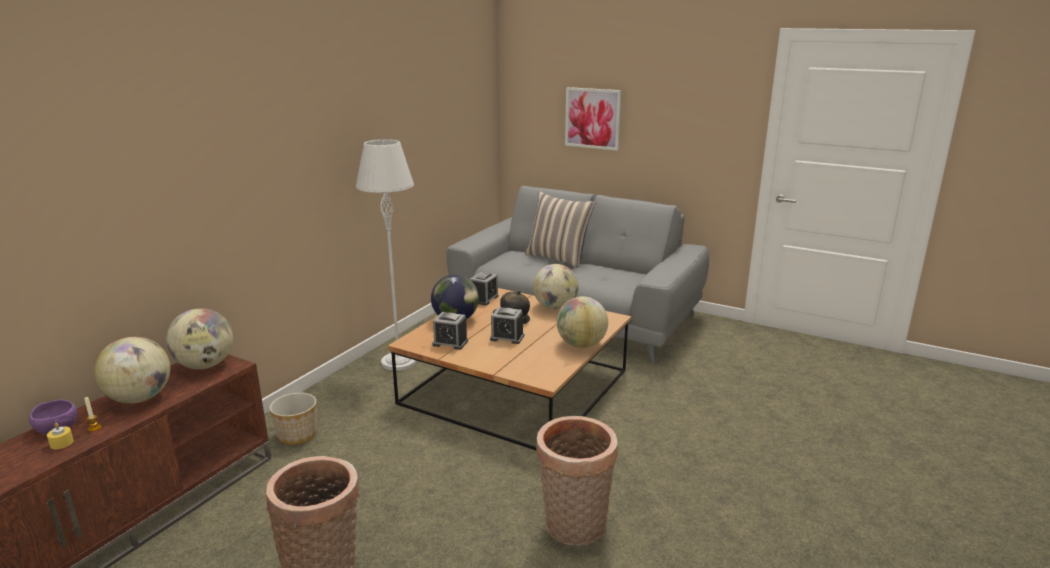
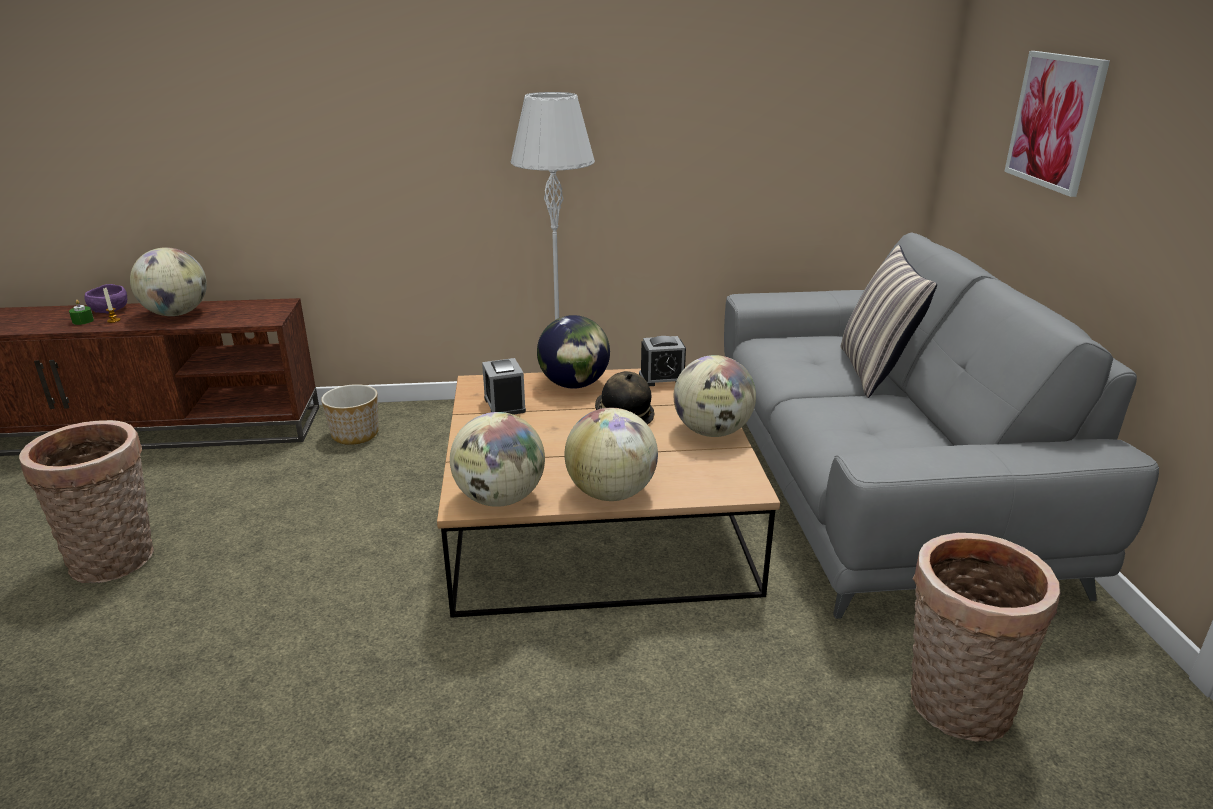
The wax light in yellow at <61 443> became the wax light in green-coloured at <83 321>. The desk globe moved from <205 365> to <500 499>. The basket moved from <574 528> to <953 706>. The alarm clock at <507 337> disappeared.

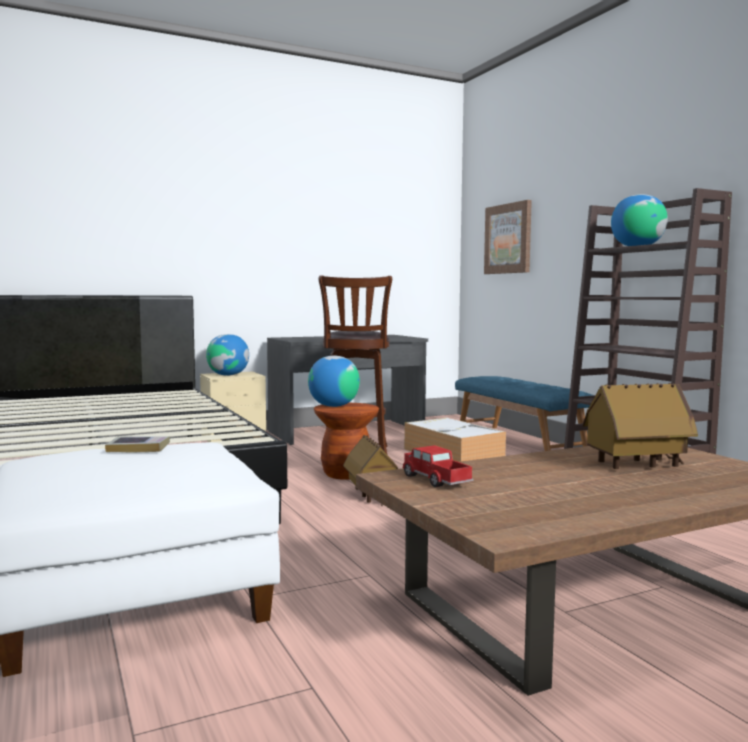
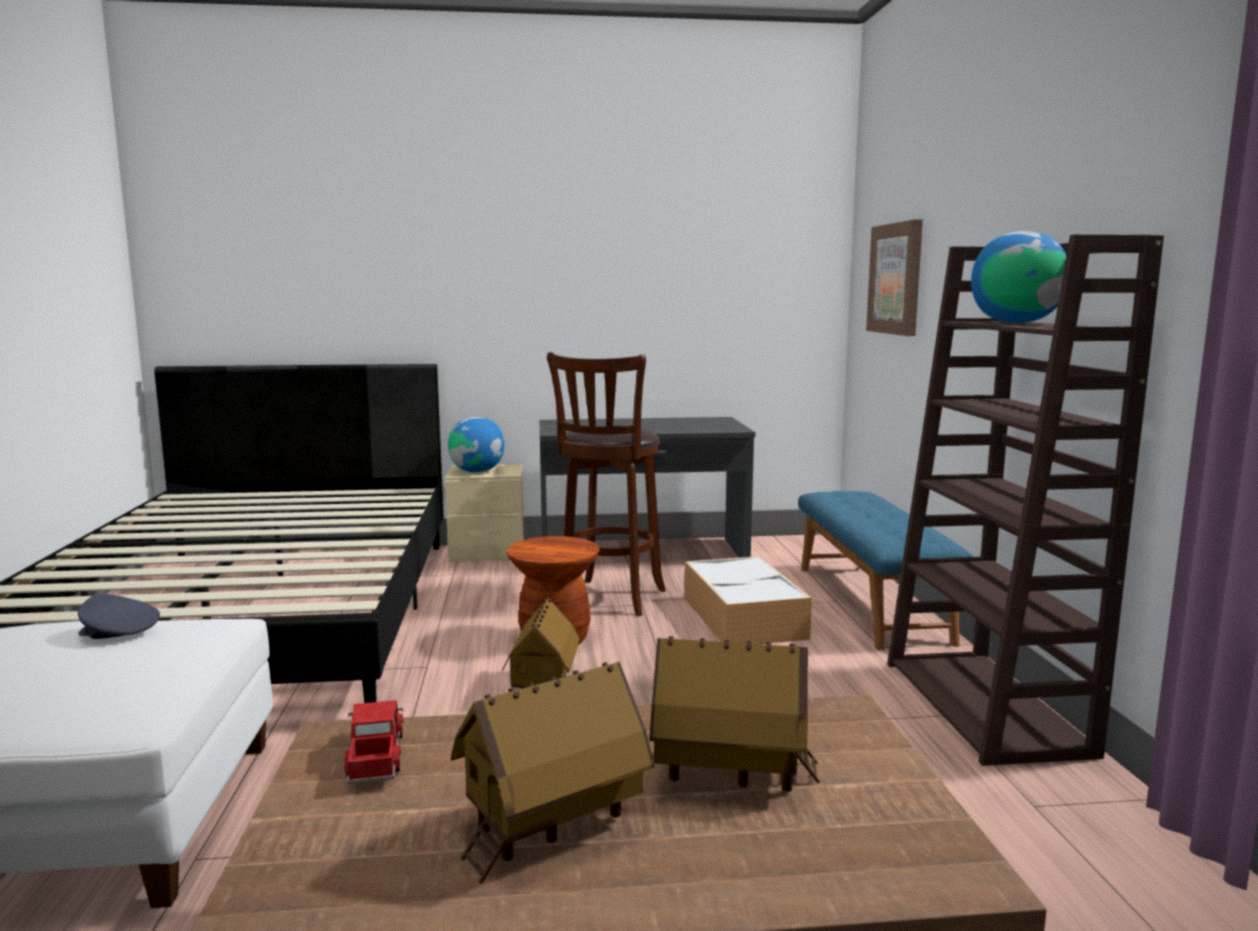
The book at <138 448> was replaced by the cap in greyish at <118 632>. The miniature house at <551 826> appeared. The desk globe at <334 406> disappeared.

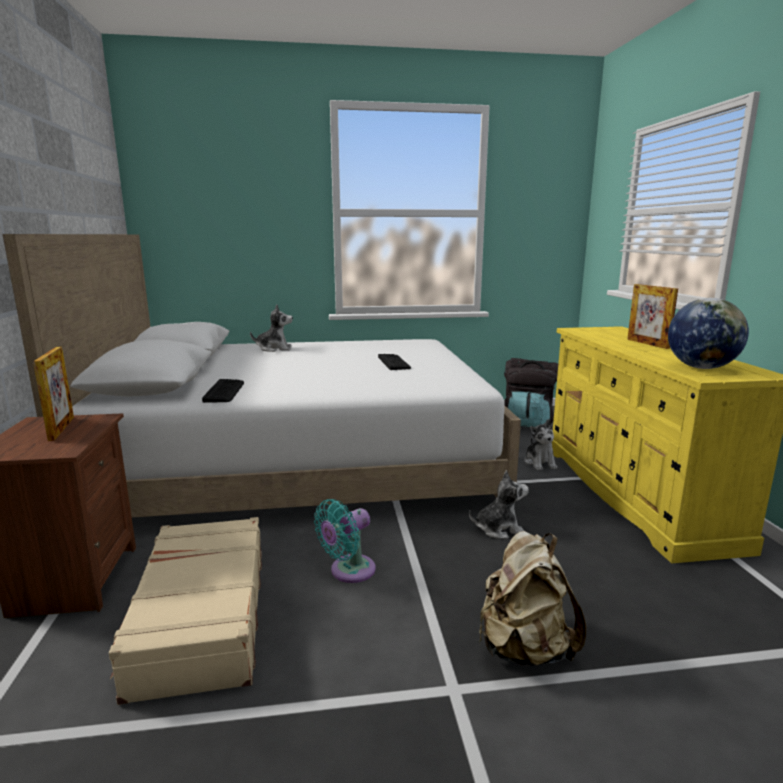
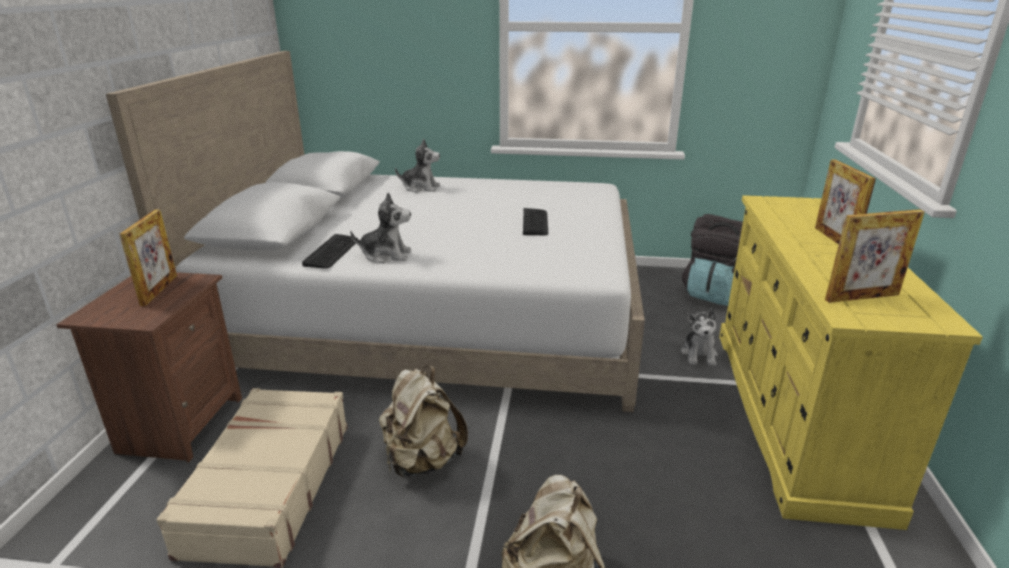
The plush toy moved from <498 529> to <386 255>. The electric fan in turquoise at <348 571> was replaced by the rucksack in beige at <422 461>. The desk globe at <701 367> was replaced by the standing frame at <862 297>.

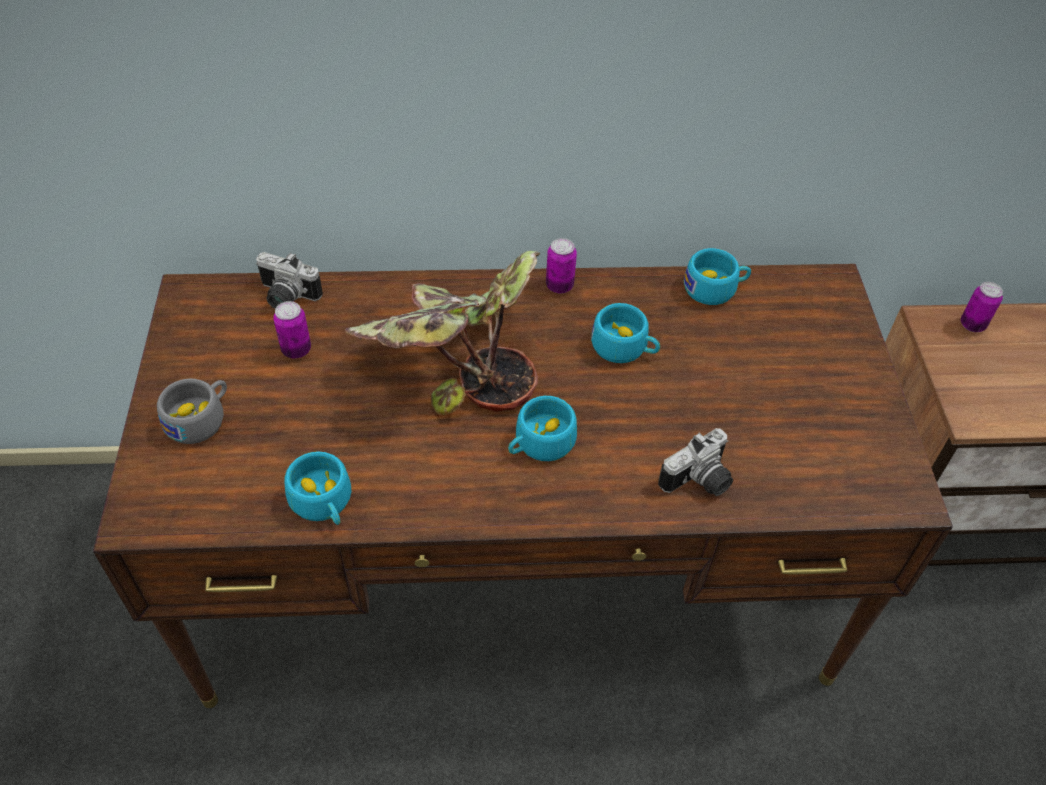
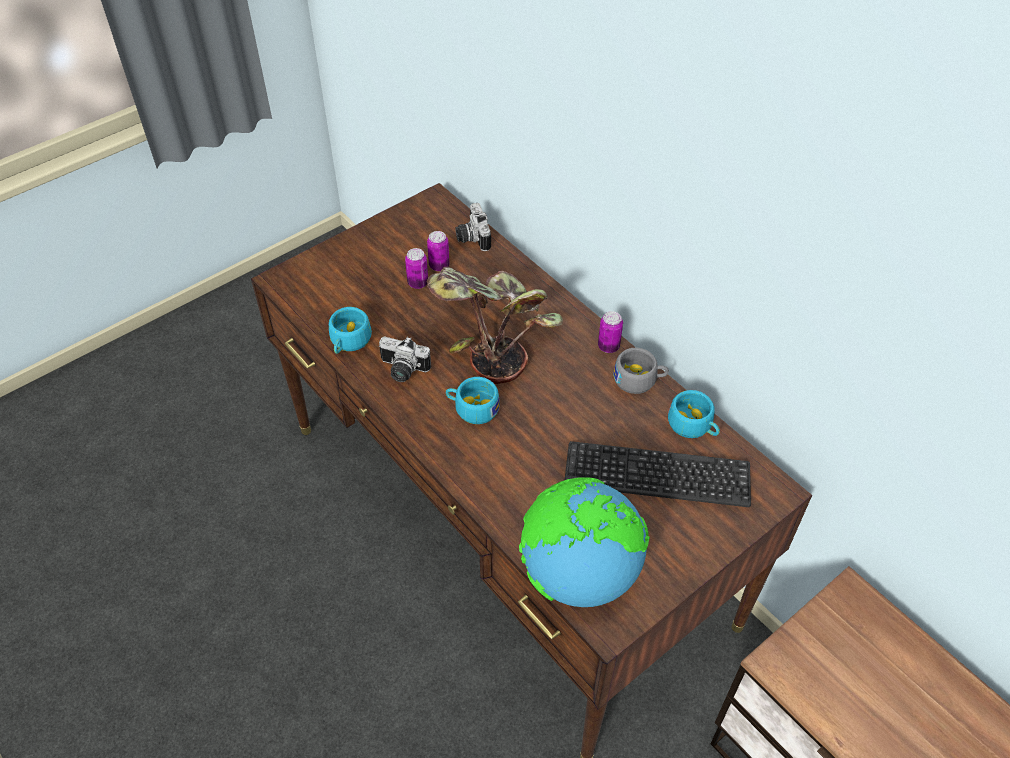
The photo camera moved from <700 482> to <402 370>. The sealed can moved from <972 325> to <418 283>. The desk globe at <578 574> appeared. The PC keyboard at <657 475> appeared. The small cup in greyish moved from <200 418> to <639 379>. The small cup in turquoise at <624 348> disappeared.

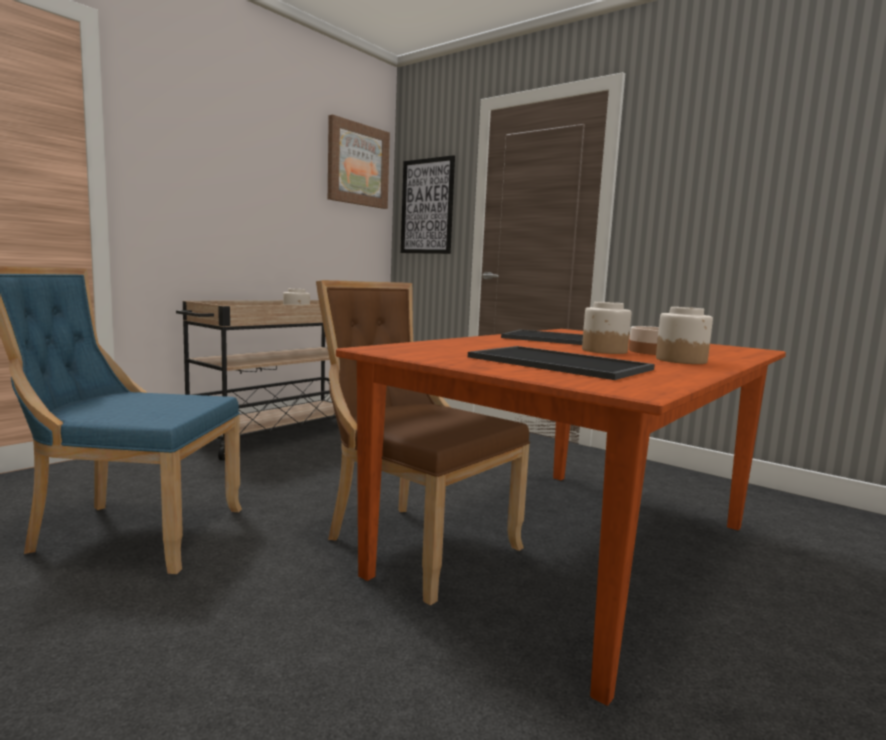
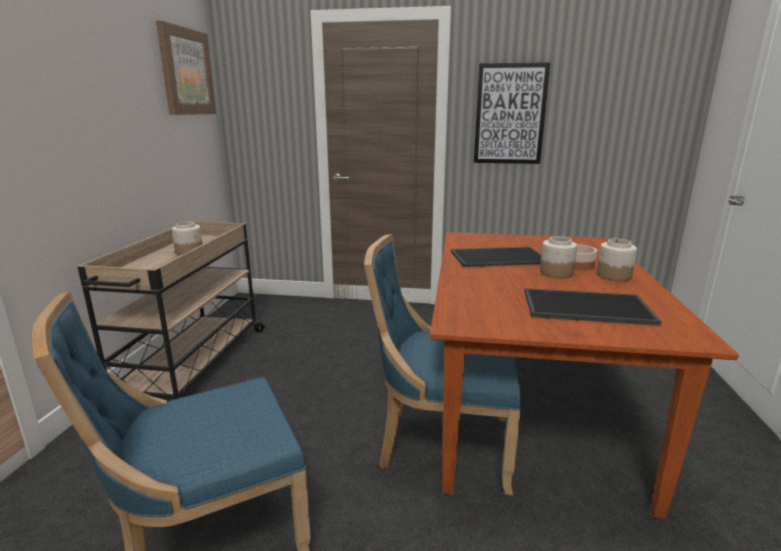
The chair in brownish at <414 544> became the chair in blue at <440 445>. The picture moved from <427 206> to <510 114>.

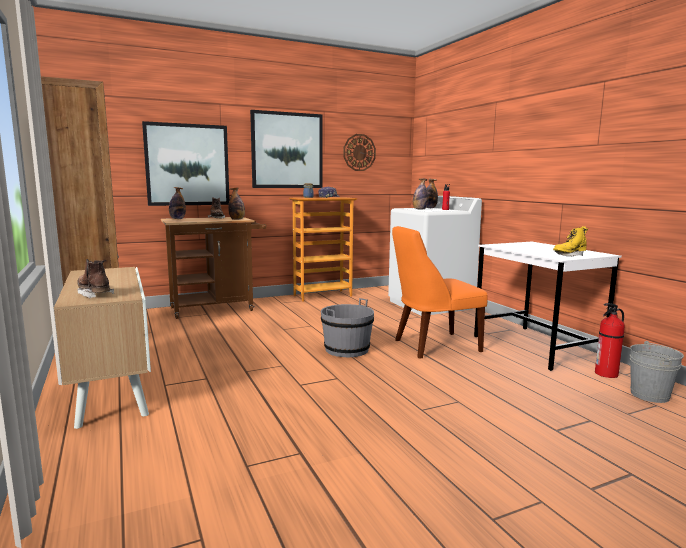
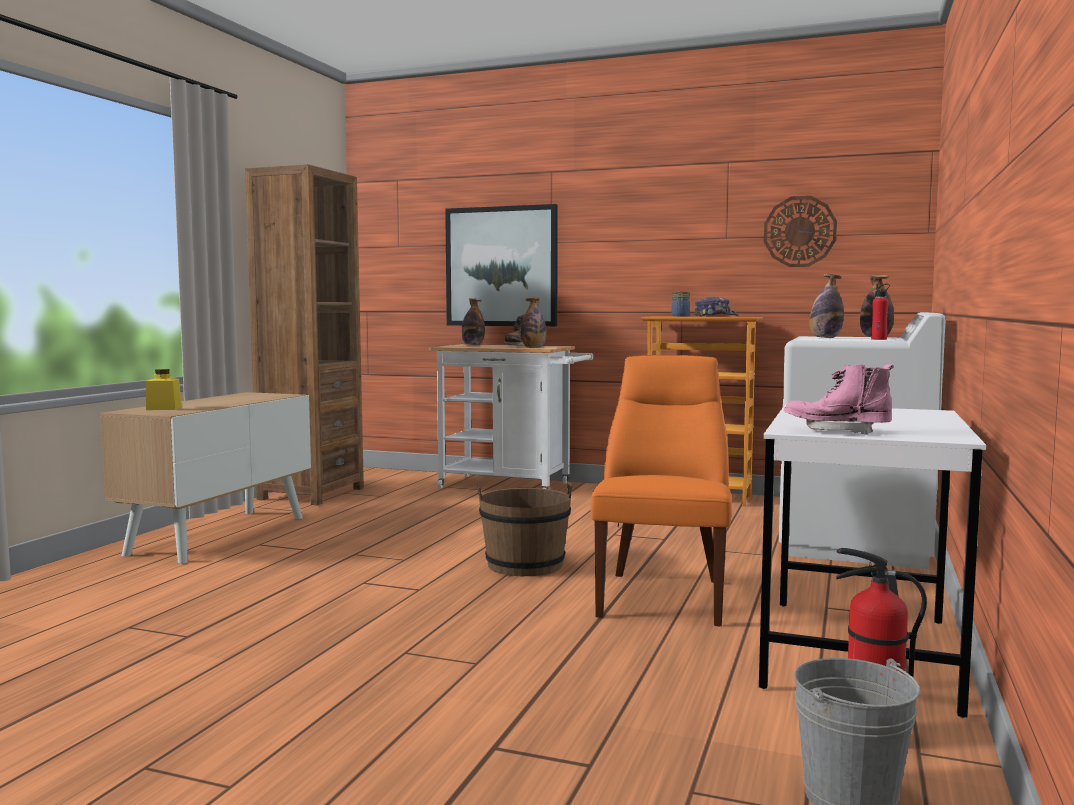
The high-top boot in brownish at <94 294> was replaced by the storage jar in yellow at <164 408>. The cart in brownish at <217 308> became the cart in white at <512 486>. The bucket in greyish at <347 350> became the bucket in brownish at <525 565>. The chair in orangey at <433 346> turned 75 degrees clockwise. The high-top boot in yellow at <569 256> became the high-top boot in pink-coloured at <837 431>. The picture at <287 150> disappeared.

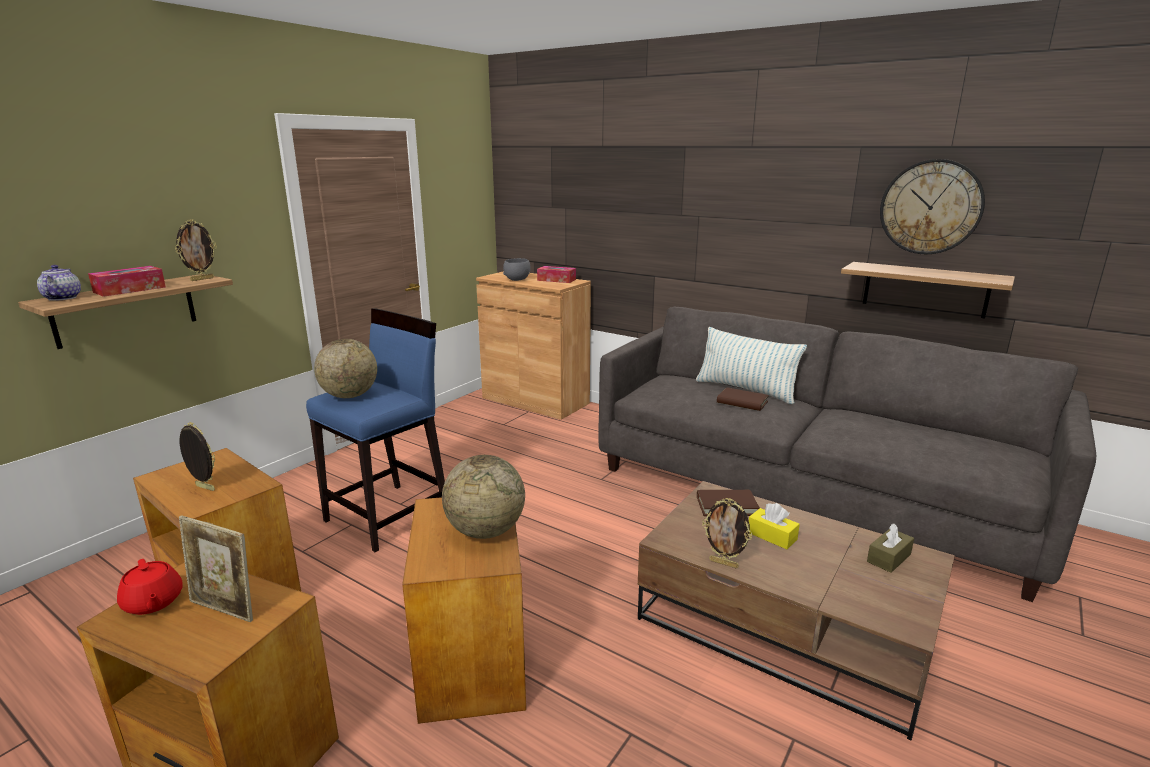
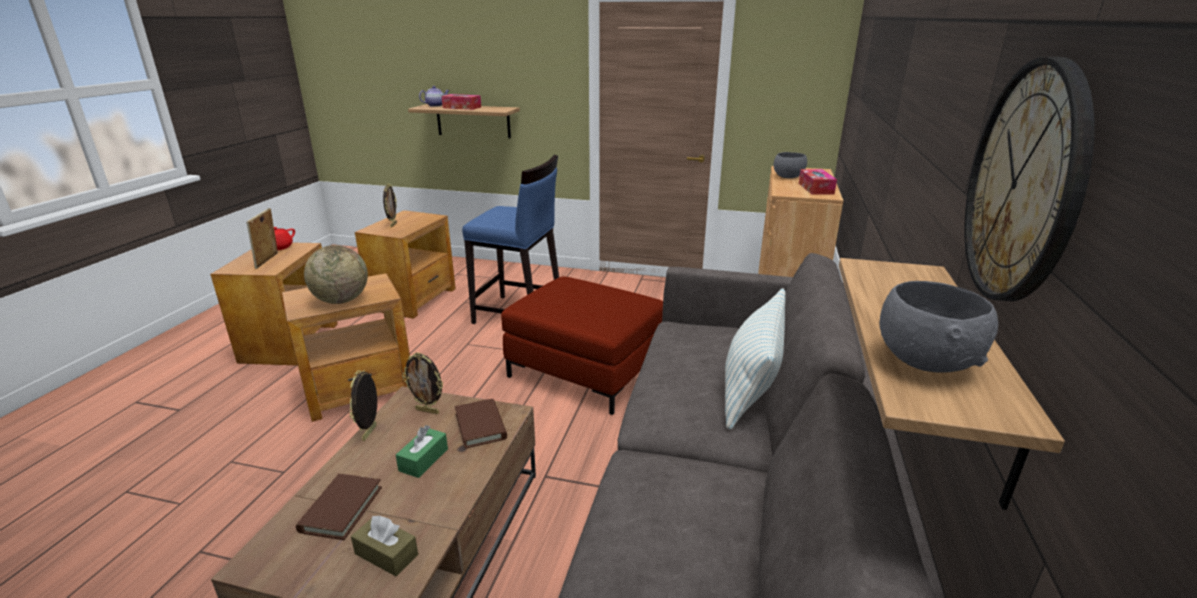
The book in brownish moved from <742 402> to <341 509>. The tissue holder in yellow at <772 536> became the tissue holder in green-coloured at <423 460>. The standing frame moved from <202 279> to <428 411>. The footrest in reddish at <584 370> appeared. The bowl in greyish at <925 361> appeared. The desk globe at <349 396> disappeared.

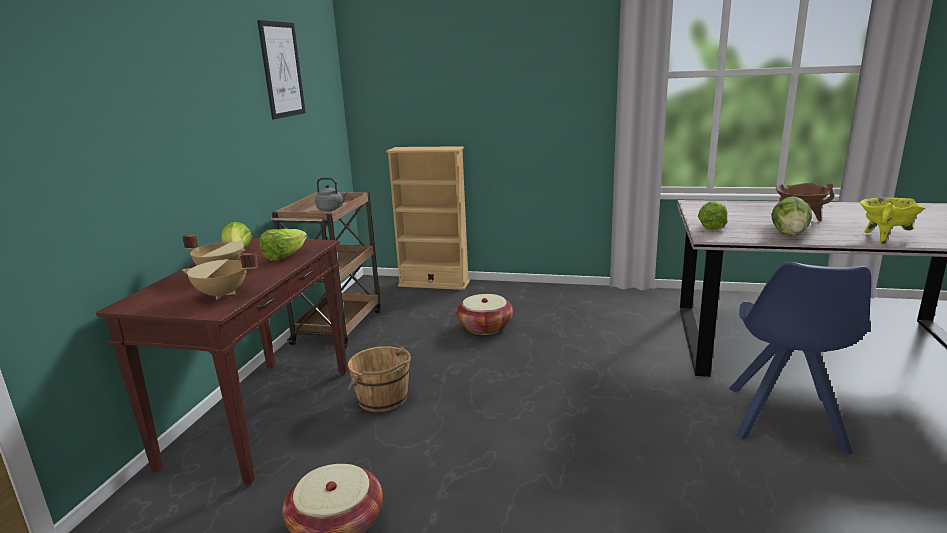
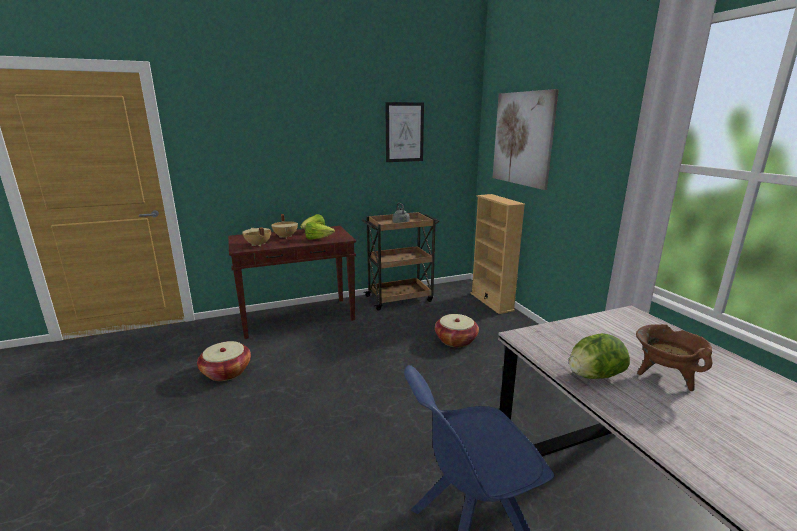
The picture at <522 139> appeared. The bucket in brownish at <383 399> disappeared. The head of lettuce at <712 226> disappeared. The cooking pot in yellow at <884 238> disappeared.

